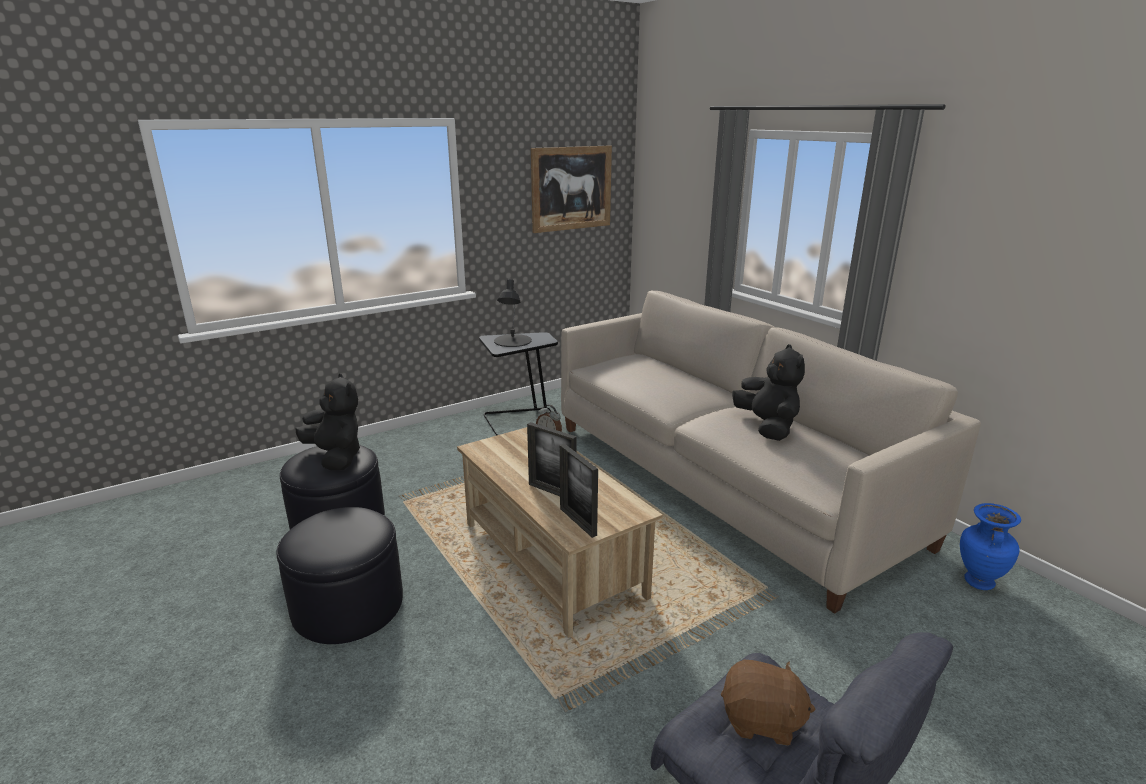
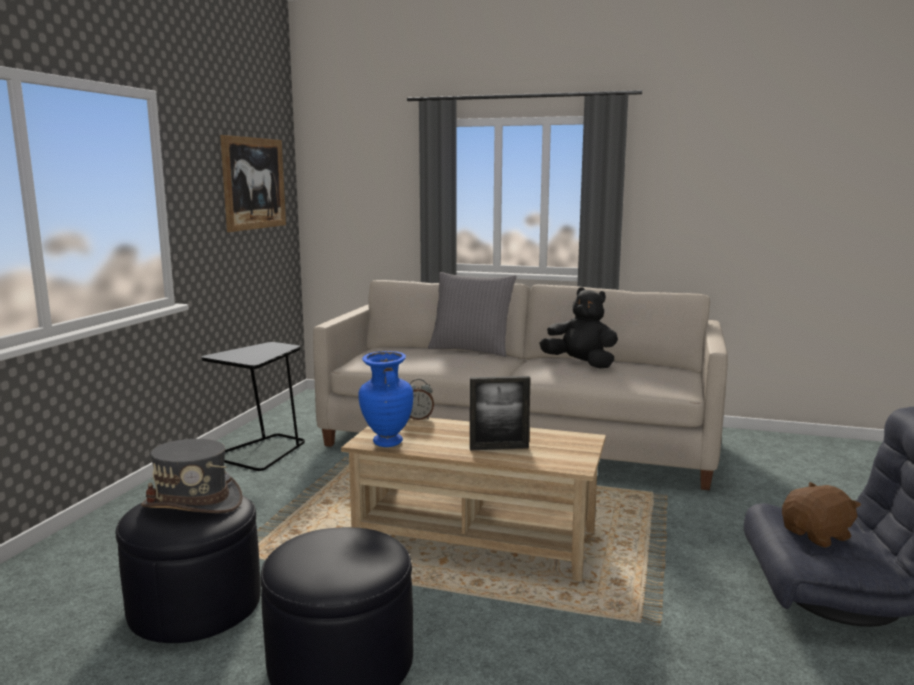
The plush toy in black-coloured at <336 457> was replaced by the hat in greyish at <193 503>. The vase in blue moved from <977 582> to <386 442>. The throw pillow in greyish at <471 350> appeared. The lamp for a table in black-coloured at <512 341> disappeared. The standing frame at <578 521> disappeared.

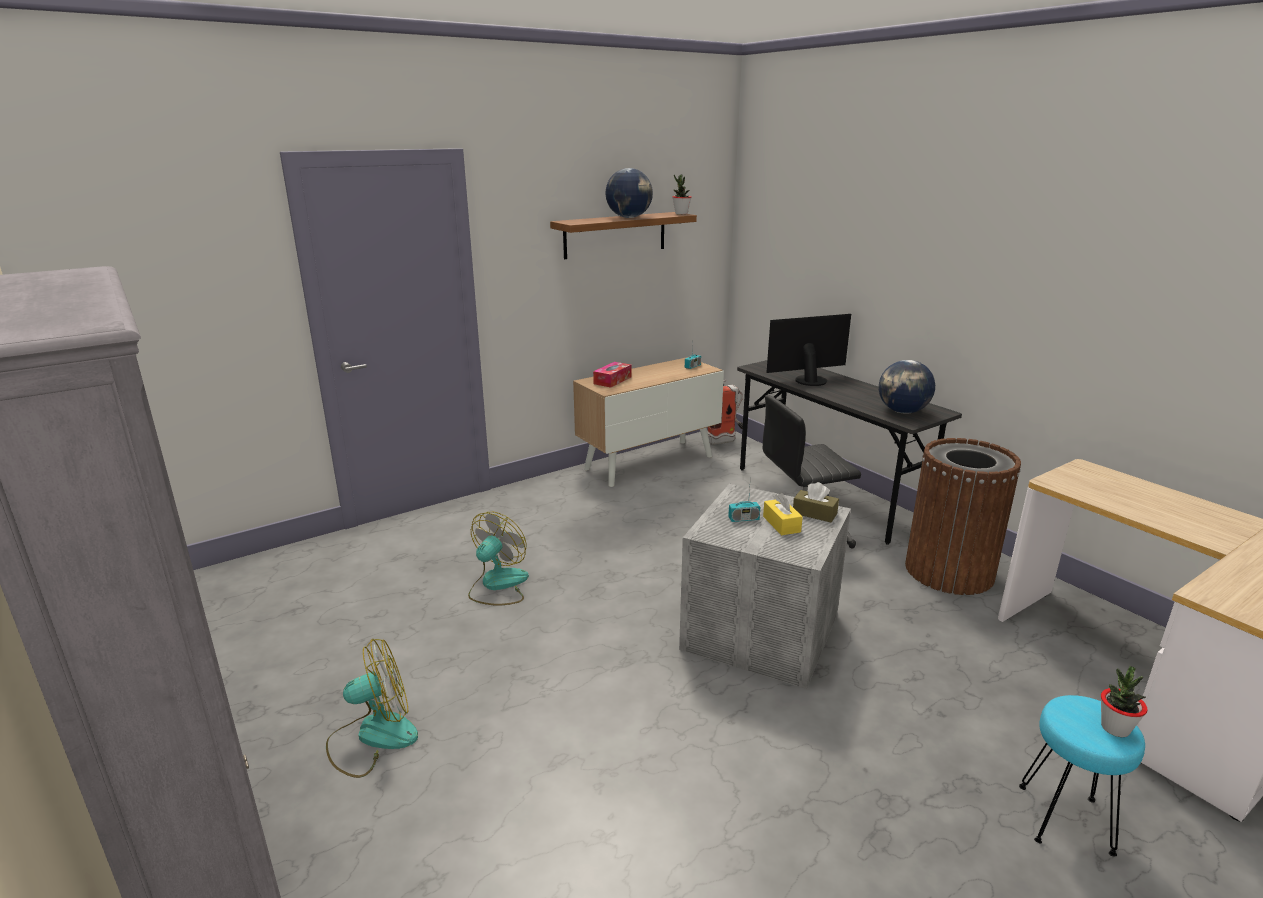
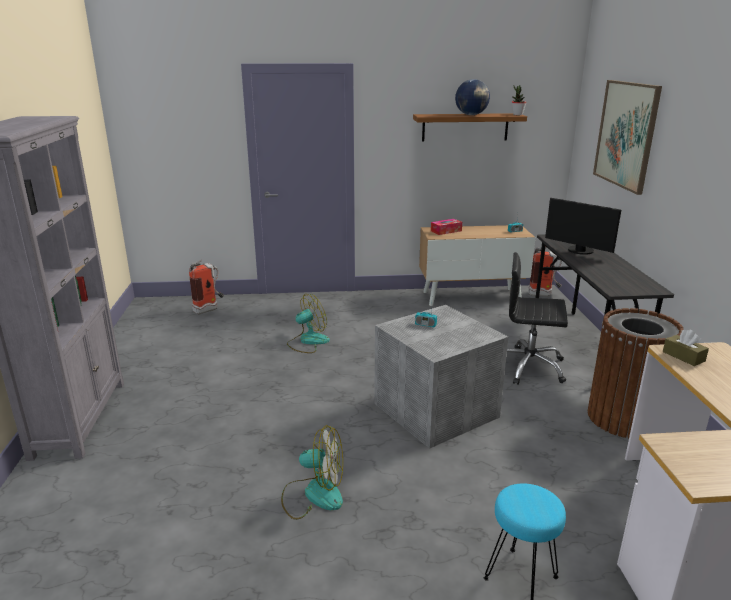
The fire extinguisher at <209 309> appeared. The electric fan moved from <373 737> to <313 494>. The computer screen at <808 380> turned 150 degrees counterclockwise. The picture at <626 134> appeared. The tissue holder in brownish moved from <814 513> to <683 356>. The tissue holder in yellow at <781 524> disappeared. The desk globe at <903 412> disappeared. The plant in a pot at <1115 728> disappeared.

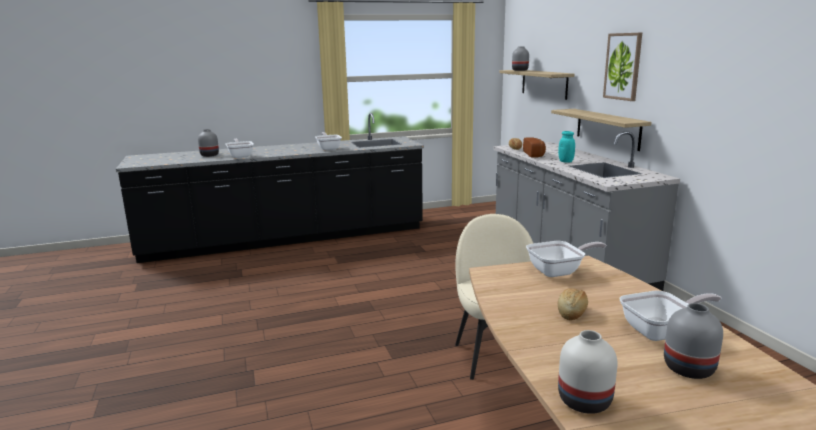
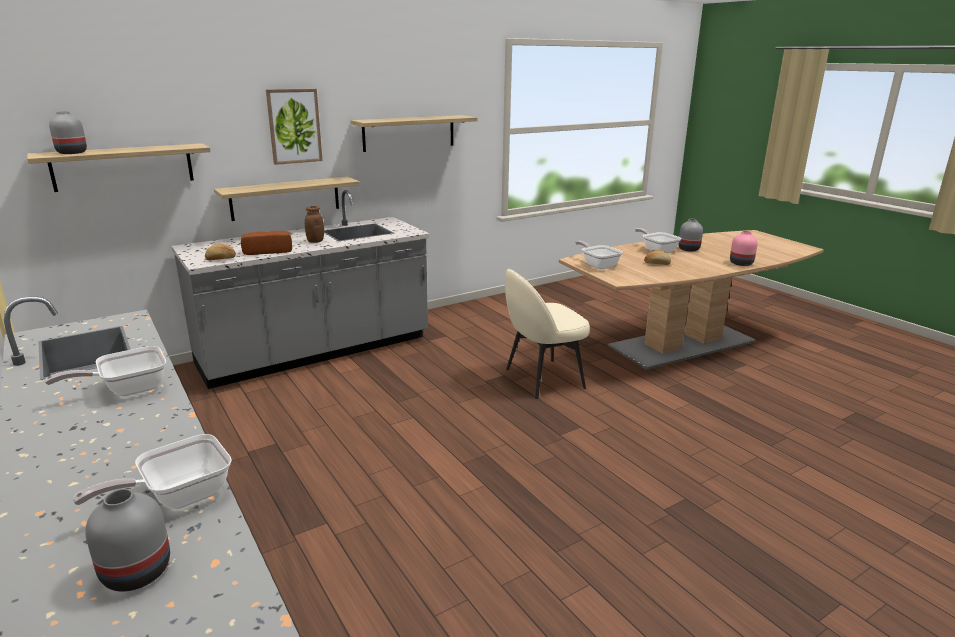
The storage jar in turquoise at <565 161> became the storage jar in brownish at <315 241>. The wall shelf at <409 133> appeared. The vase in white at <582 401> became the vase in pink-coloured at <741 263>.

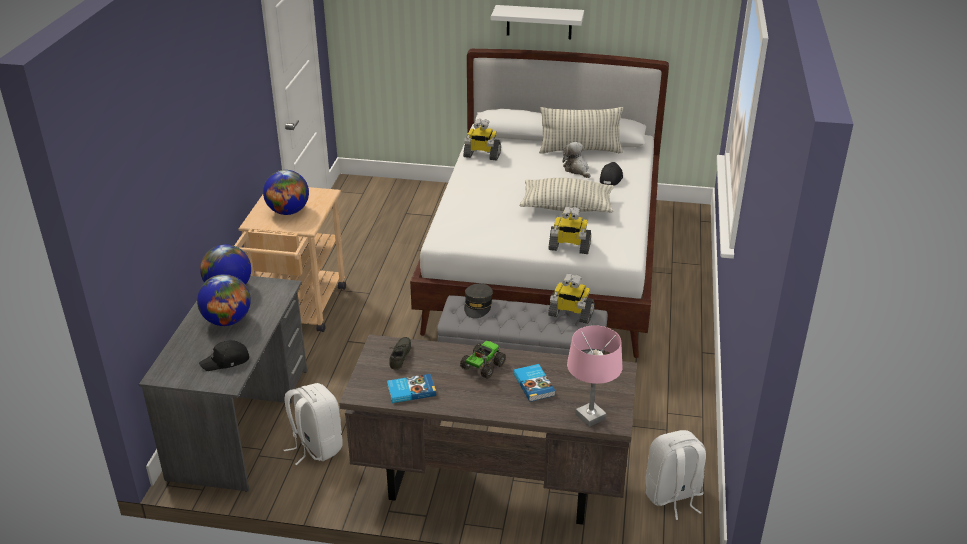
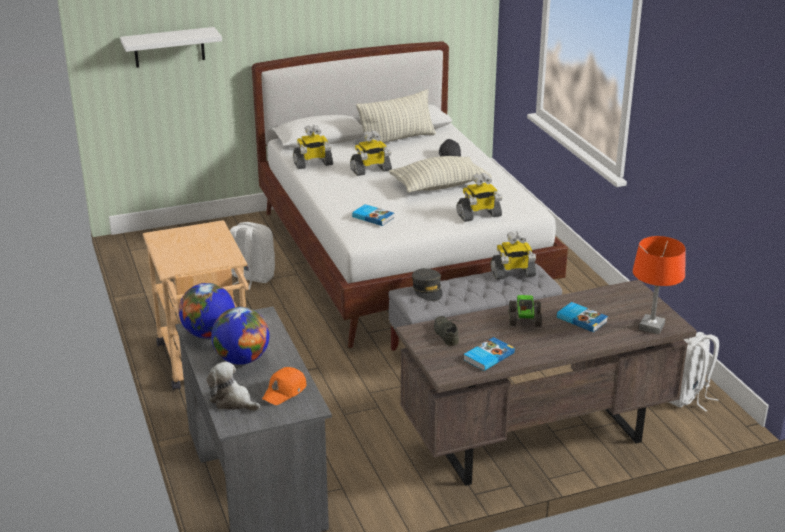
The wall shelf in white moved from <539 22> to <169 47>. The plush toy moved from <577 169> to <232 401>. The rucksack in white moved from <316 446> to <251 278>. The cap in black-coloured at <226 361> became the cap in orangey at <285 391>. The toy robot at <371 170> appeared. The book at <373 217> appeared. The lamp for a table in pink-coloured at <591 417> became the lamp for a table in orangey at <652 327>. The desk globe at <288 211> disappeared.

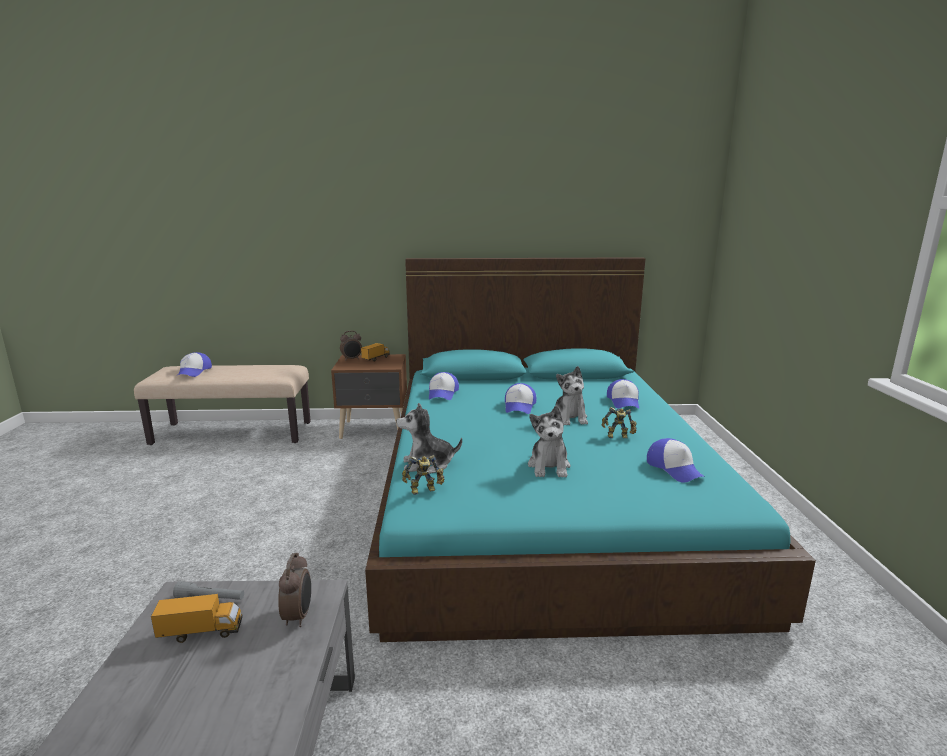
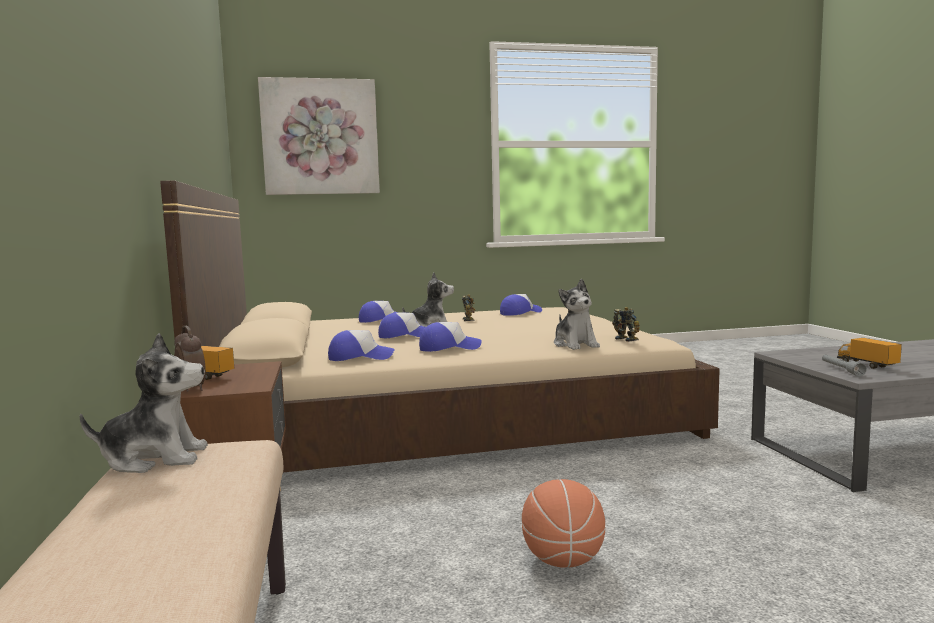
The plush toy moved from <549 466> to <155 458>. The bedroom bed in turquoise at <543 492> became the bedroom bed in beige at <440 411>. The picture at <320 137> appeared. The cap moved from <194 372> to <449 348>. The basketball at <563 560> appeared. The alarm clock at <298 616> disappeared.

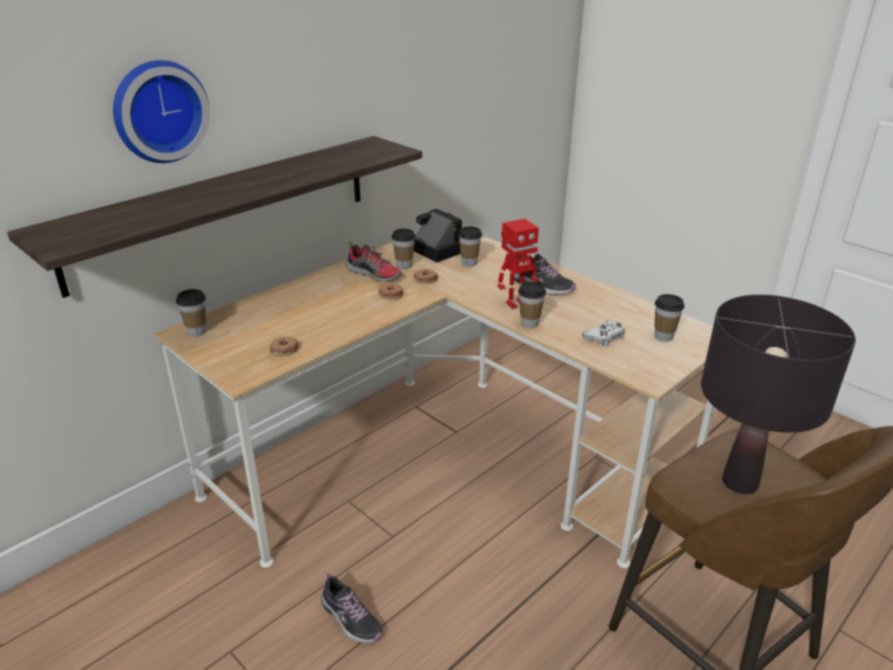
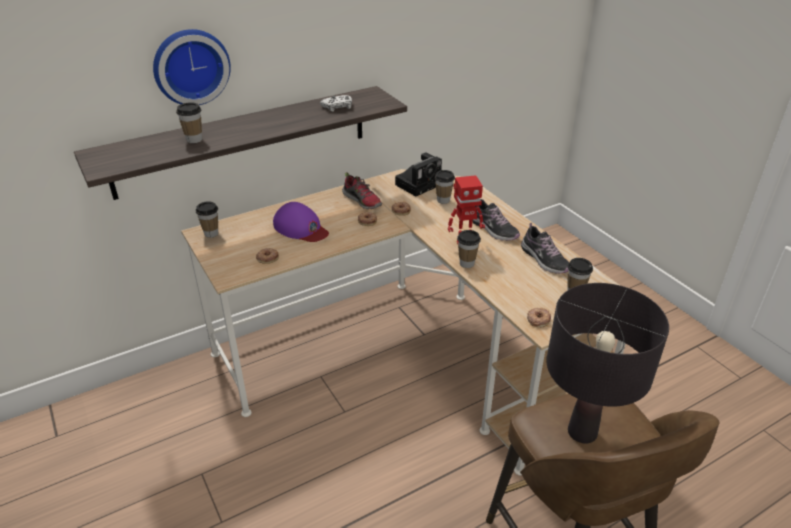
The small cup moved from <404 265> to <194 140>. The cap in purple-coloured at <301 228> appeared. The gamepad in white moved from <604 337> to <338 107>. The photo camera at <434 249> turned 75 degrees clockwise. The shoe moved from <351 619> to <544 259>. The donut at <538 319> appeared.

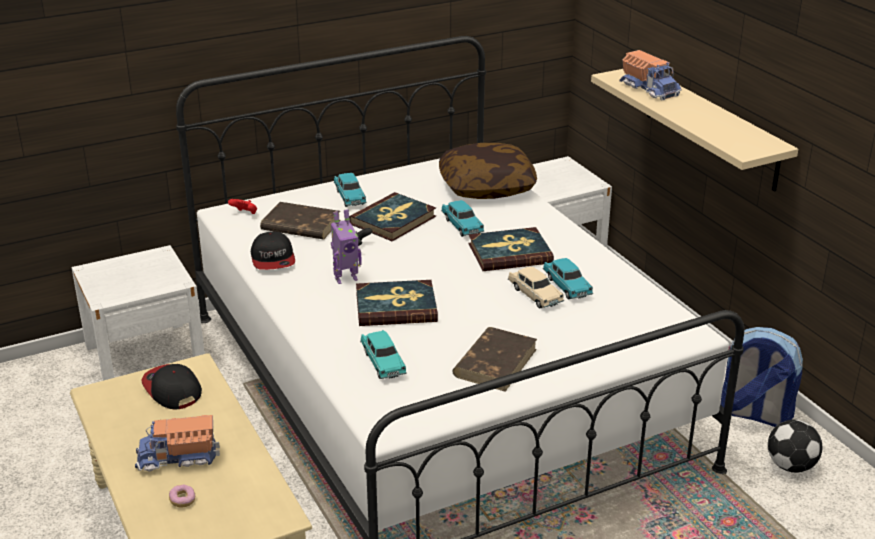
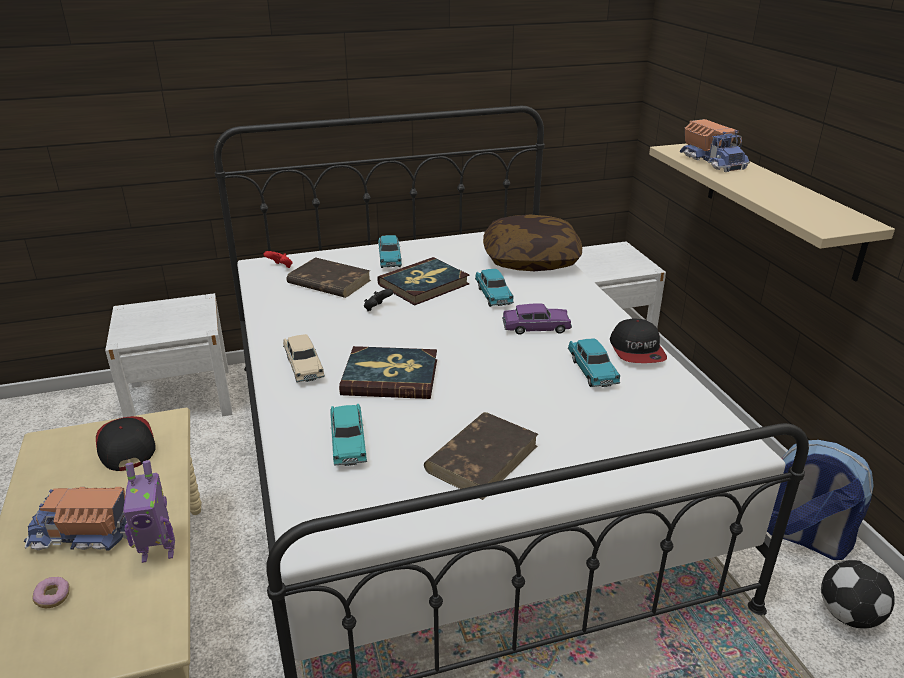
The toy robot moved from <345 278> to <158 551>. The toy car in beige moved from <535 295> to <304 367>. The book at <509 253> was replaced by the toy car in purple-coloured at <536 328>. The cap moved from <273 259> to <637 350>.

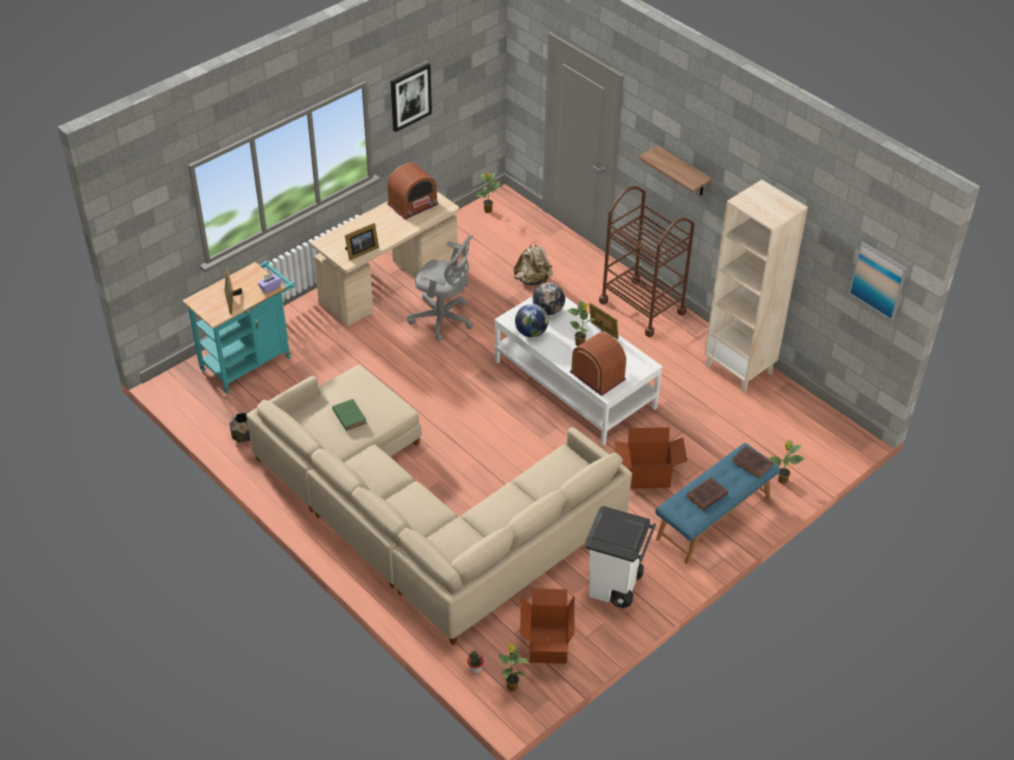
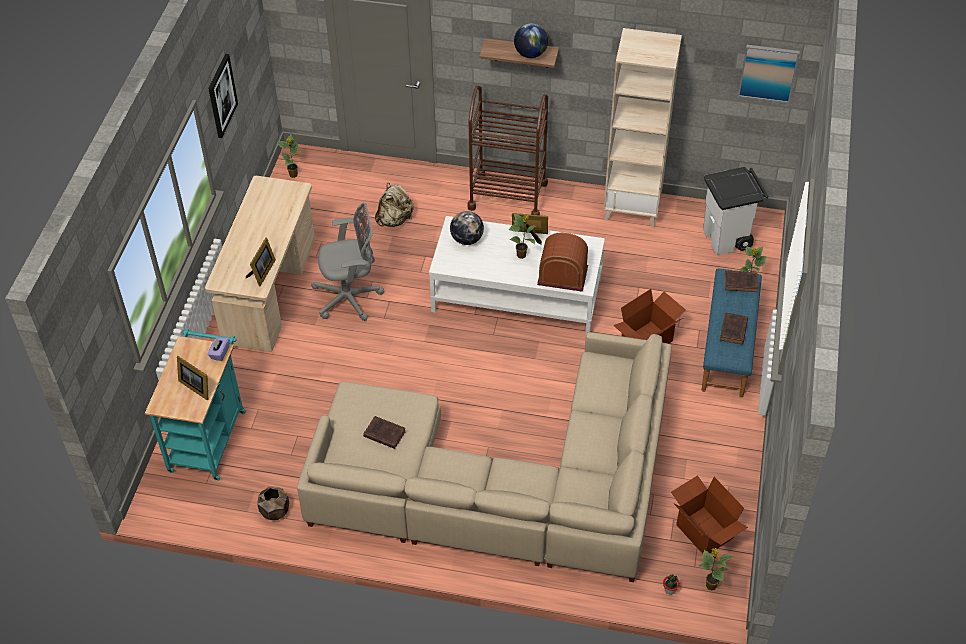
The book in green-coloured at <349 416> became the book in brownish at <383 433>. The desk globe moved from <531 333> to <530 54>. The waste bin in white moved from <615 587> to <727 239>. The radio set at <413 204> disappeared.

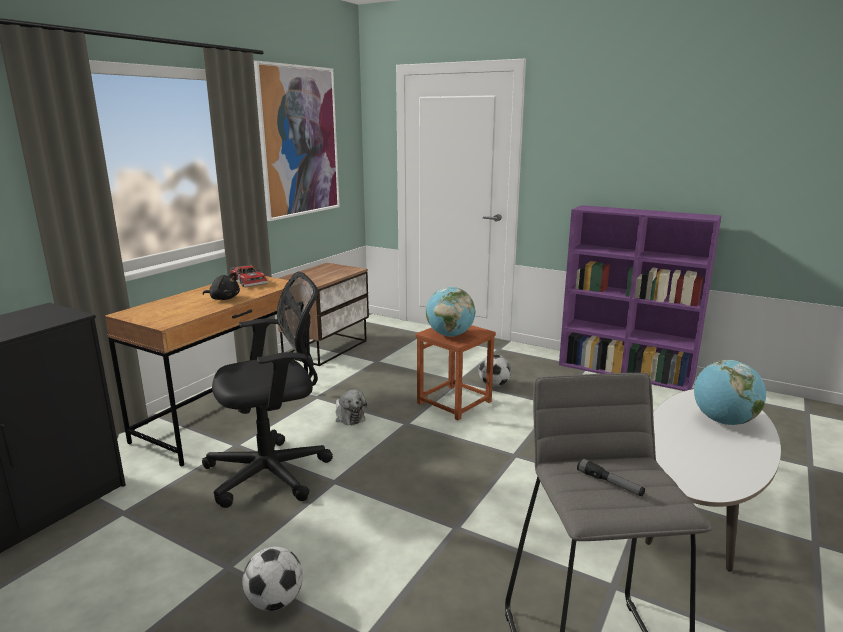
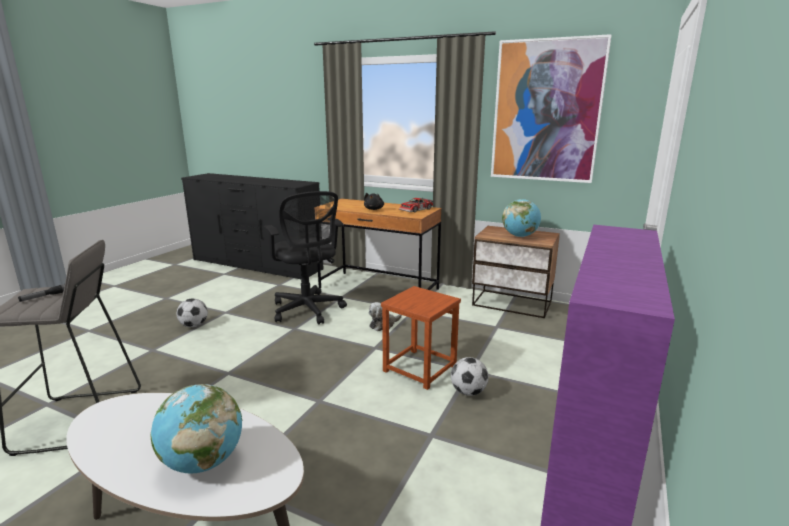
The desk globe moved from <450 335> to <520 236>.

